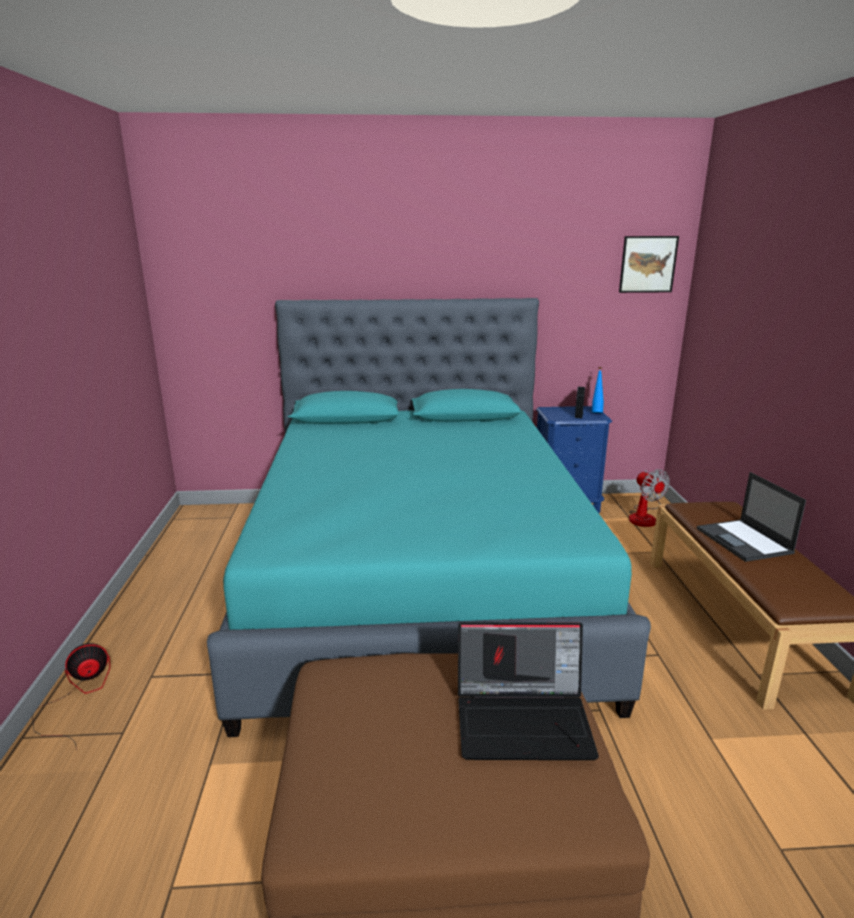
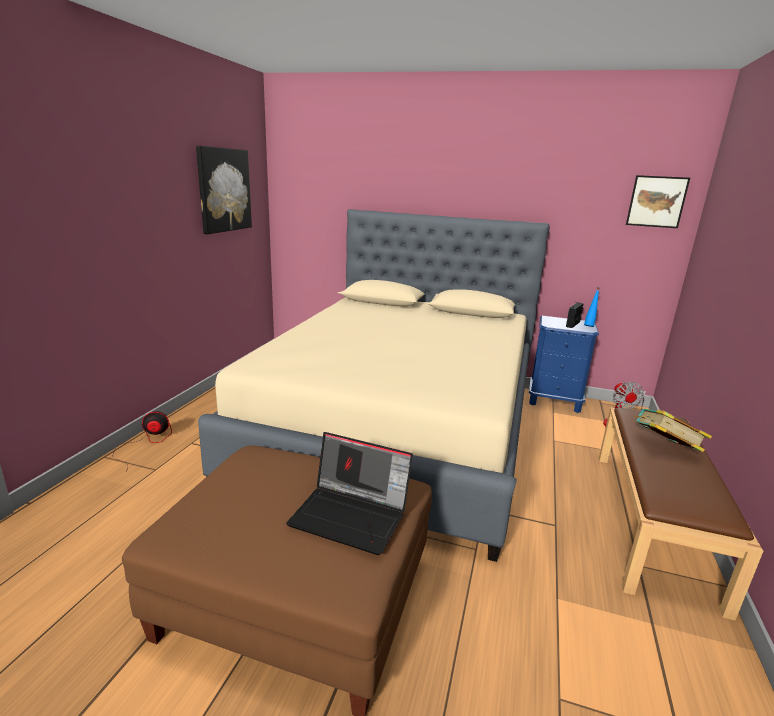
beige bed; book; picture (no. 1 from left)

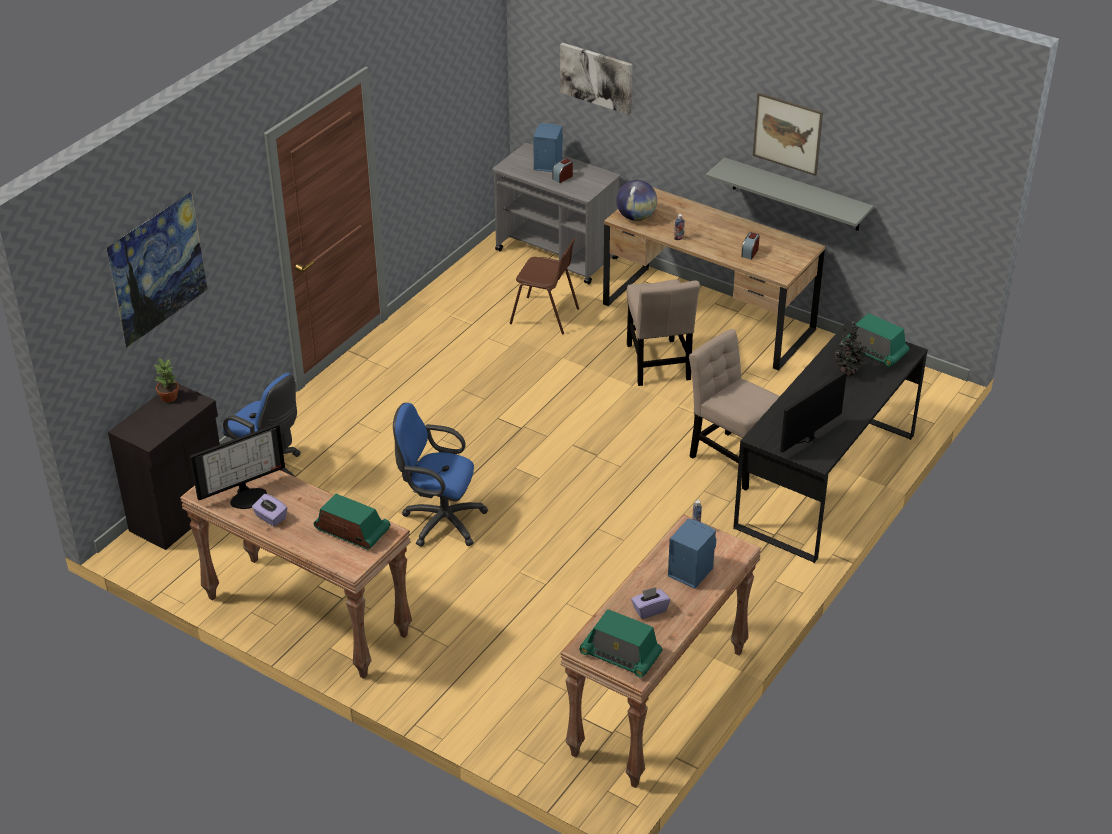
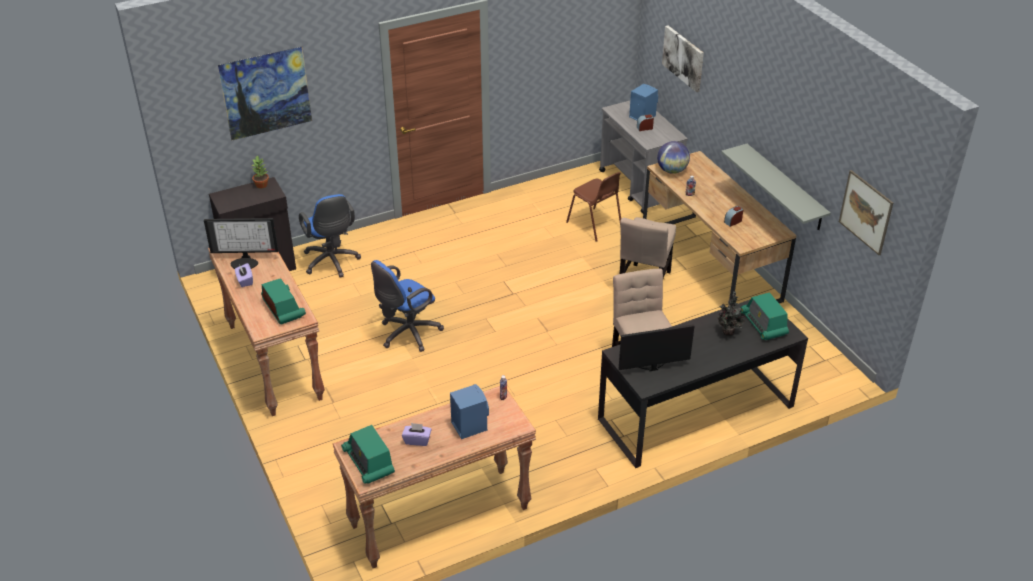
picture (no. 3 from left); blue office chair (no. 2 from left)

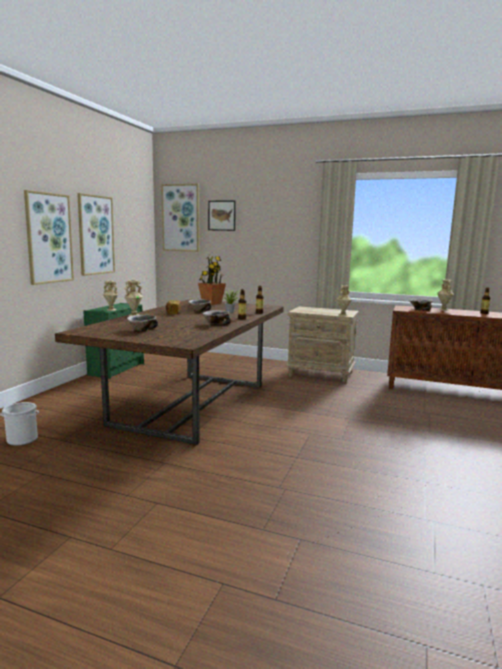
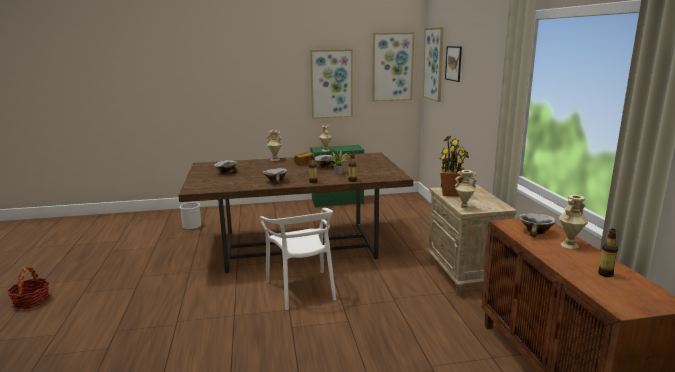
picture (no. 2 from left); potted plant (no. 2 from left); white chair; basket

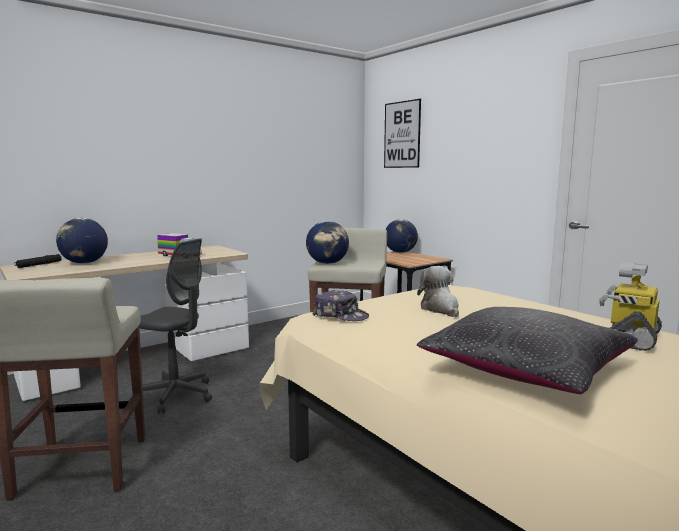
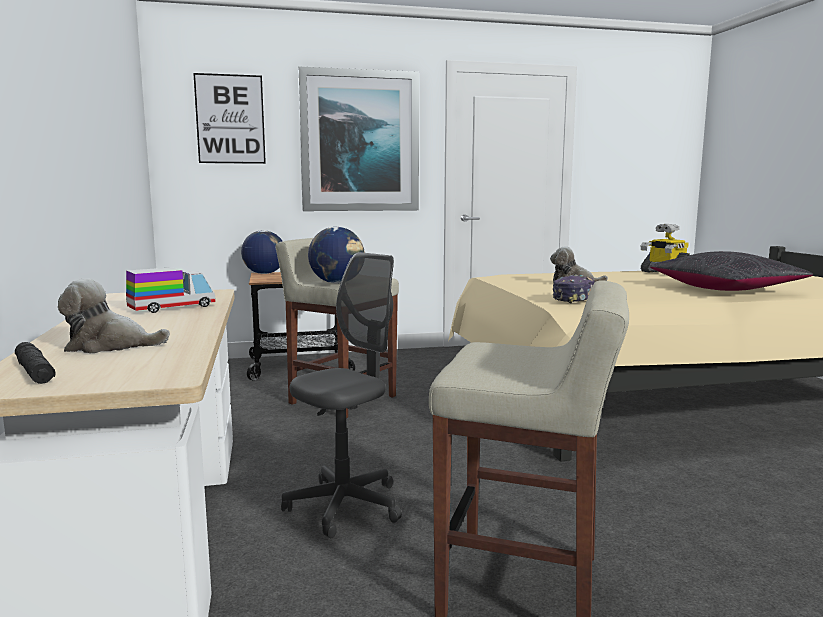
plush toy (no. 1 from left); picture (no. 2 from left)

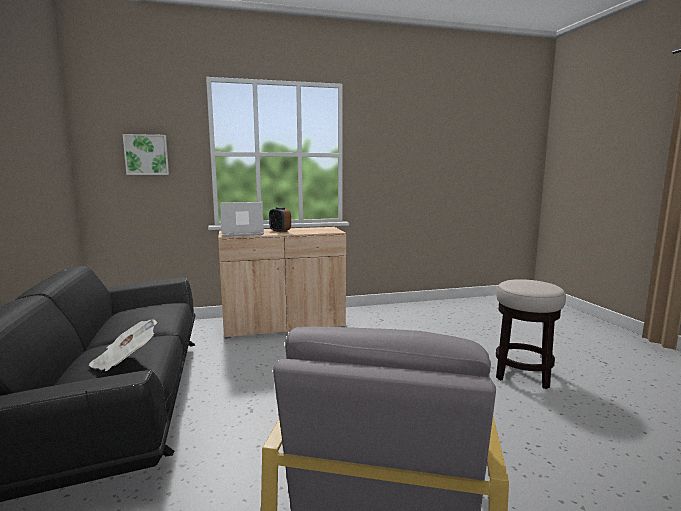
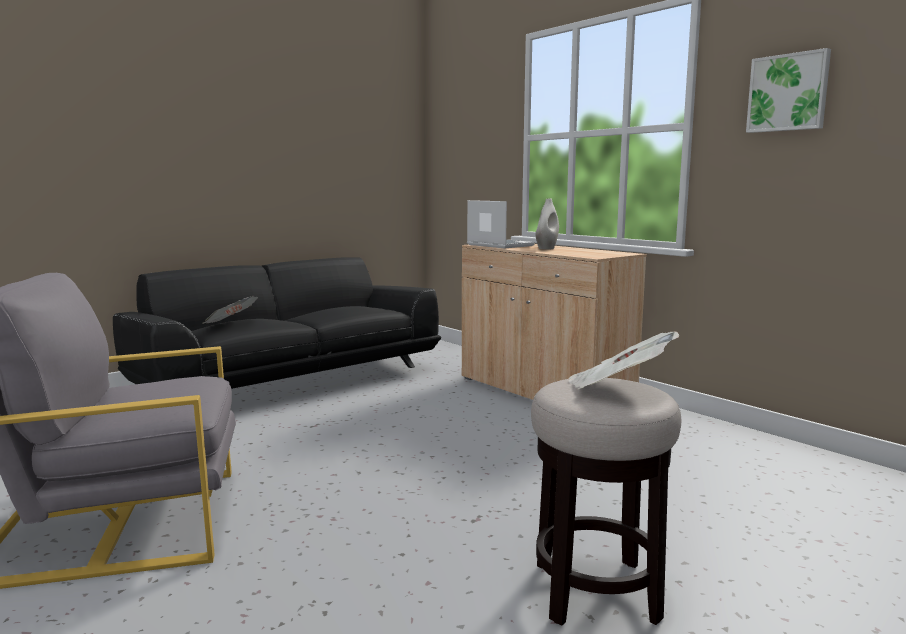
picture; white vase; newspaper (no. 2 from left)

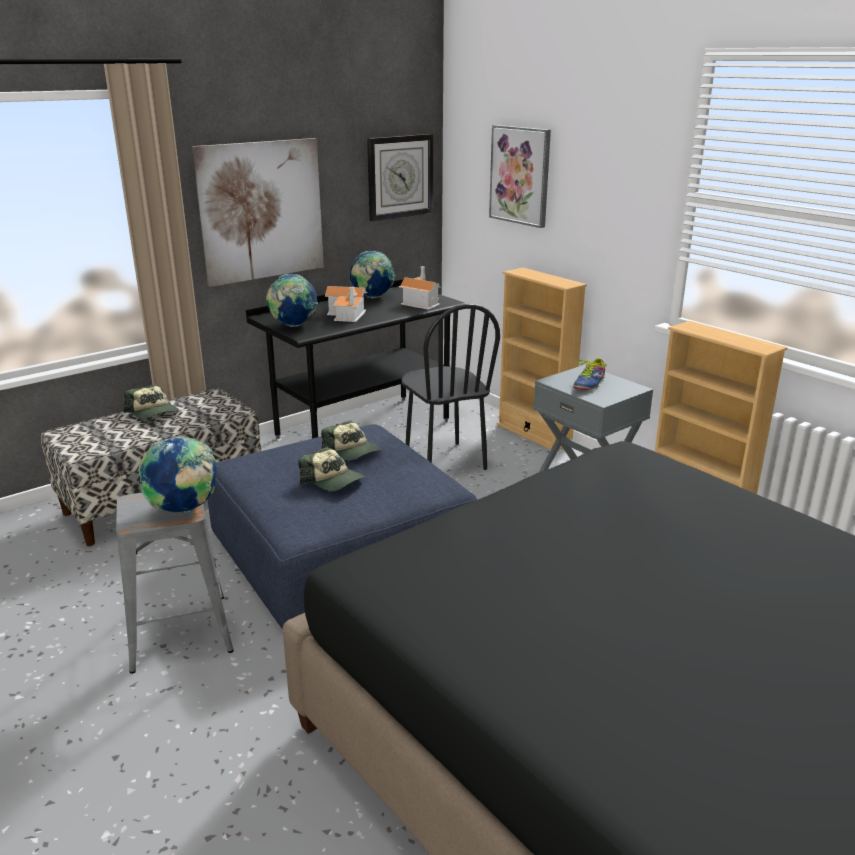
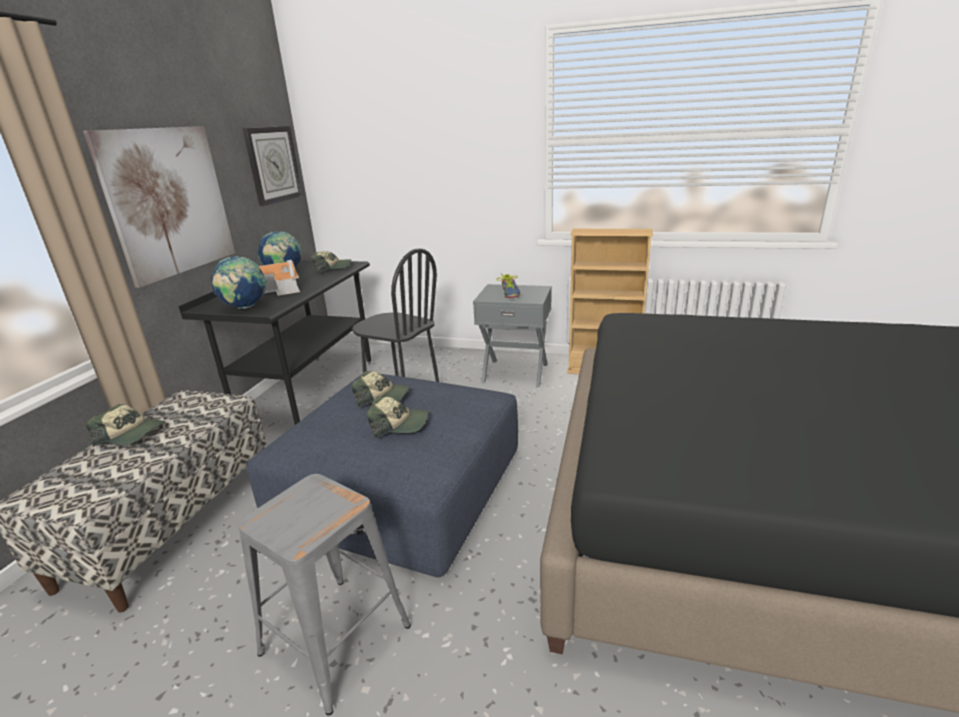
picture (no. 2 from left in the first image); cap (no. 2 from left); beige bookcase (no. 1 from left in the first image); globe (no. 1 from left in the first image)

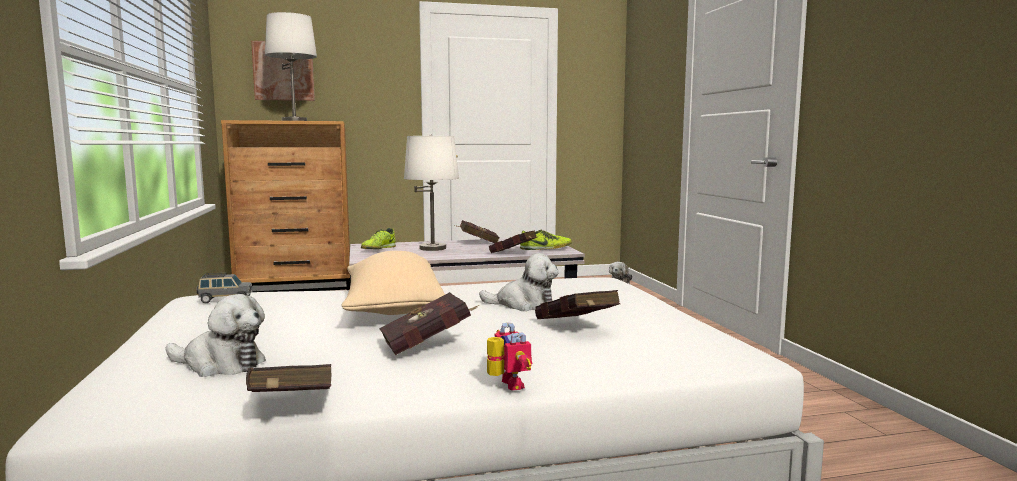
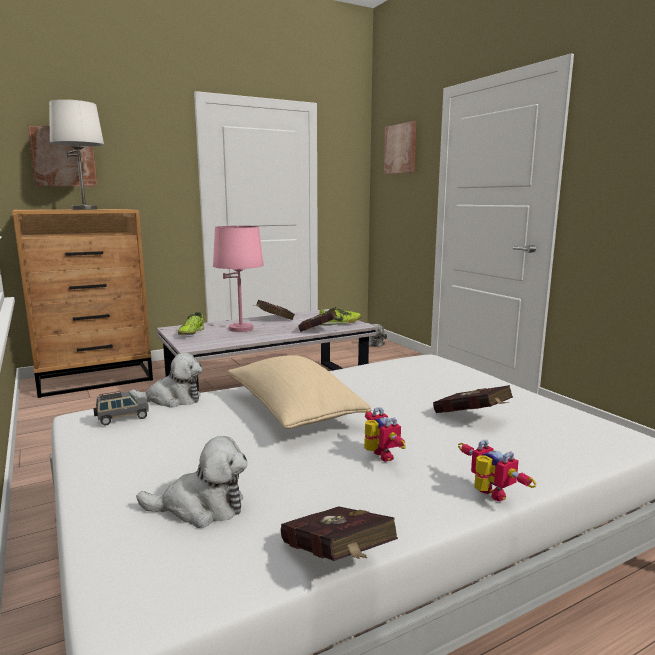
pink table lamp; plush toy (no. 1 from left); toy robot (no. 1 from left); picture (no. 2 from left)

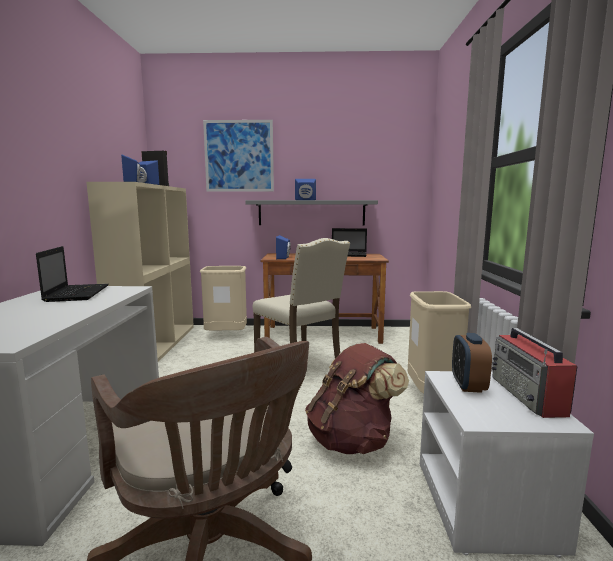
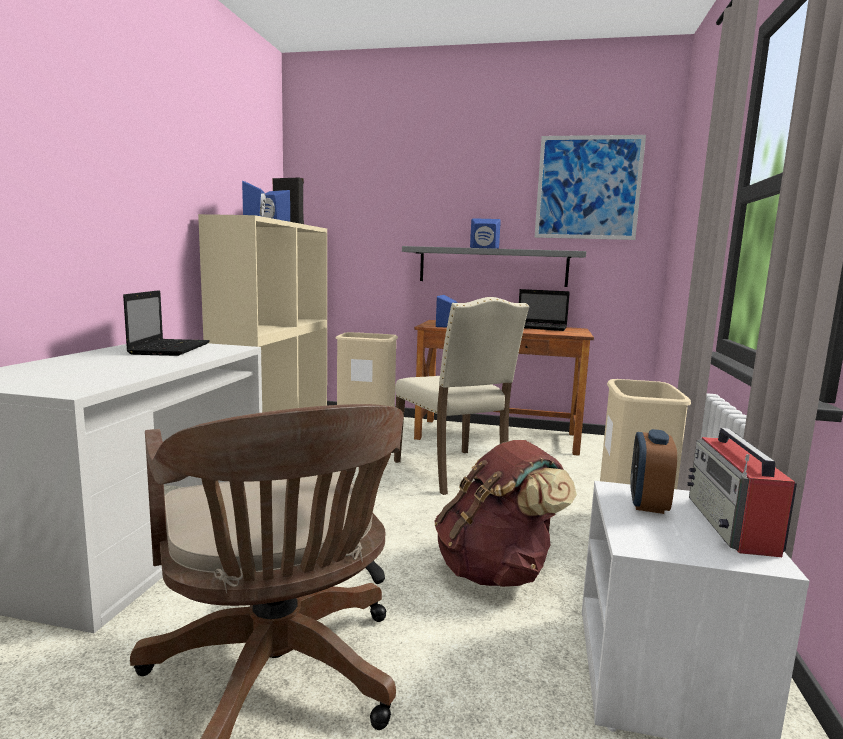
picture

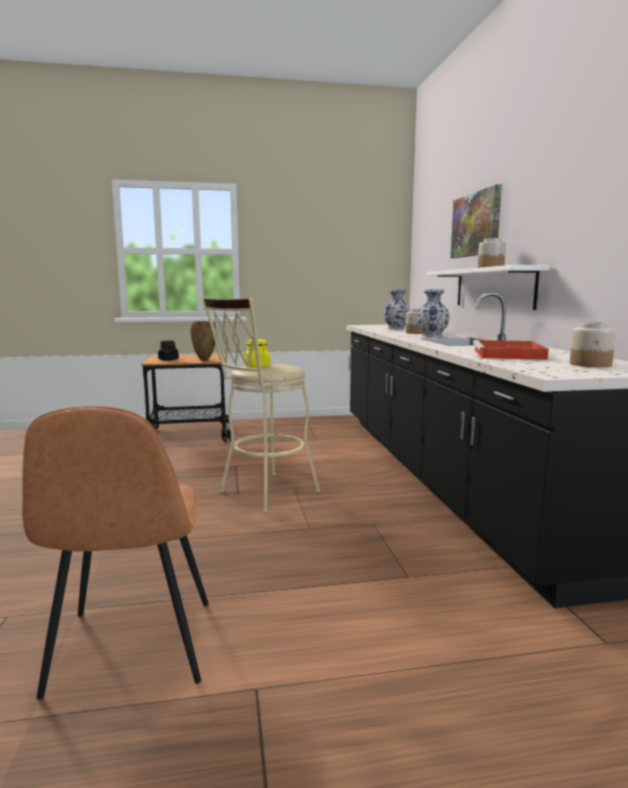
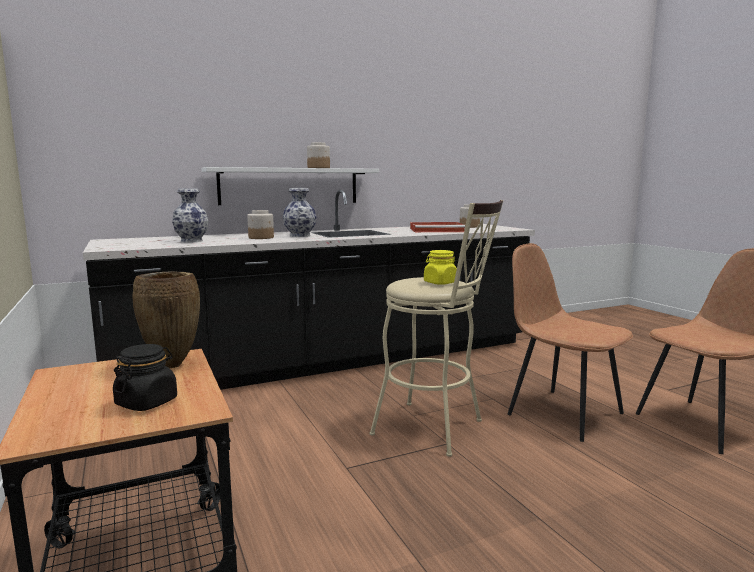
picture; brown chair (no. 1 from left)

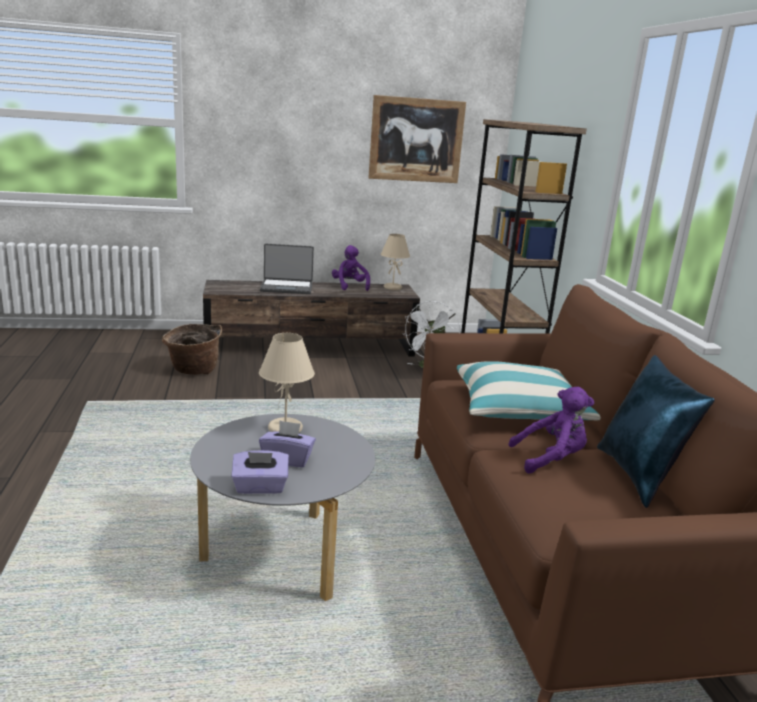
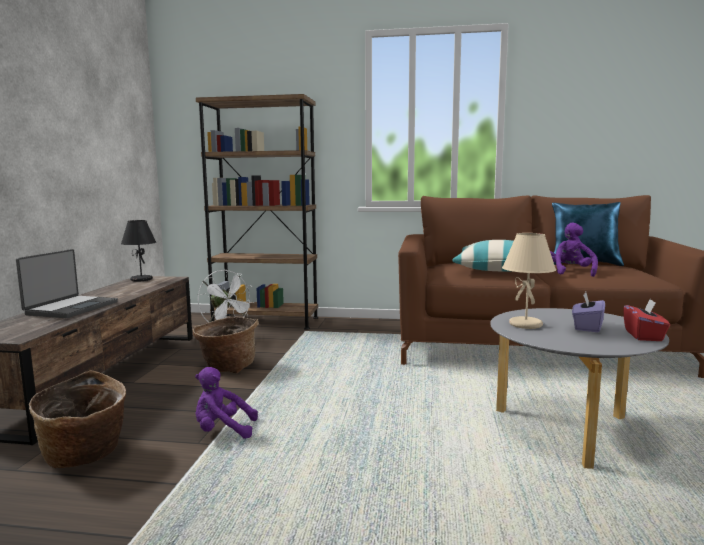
picture; black table lamp; purple plush toy (no. 1 from left); red tissue box; basket (no. 2 from left)

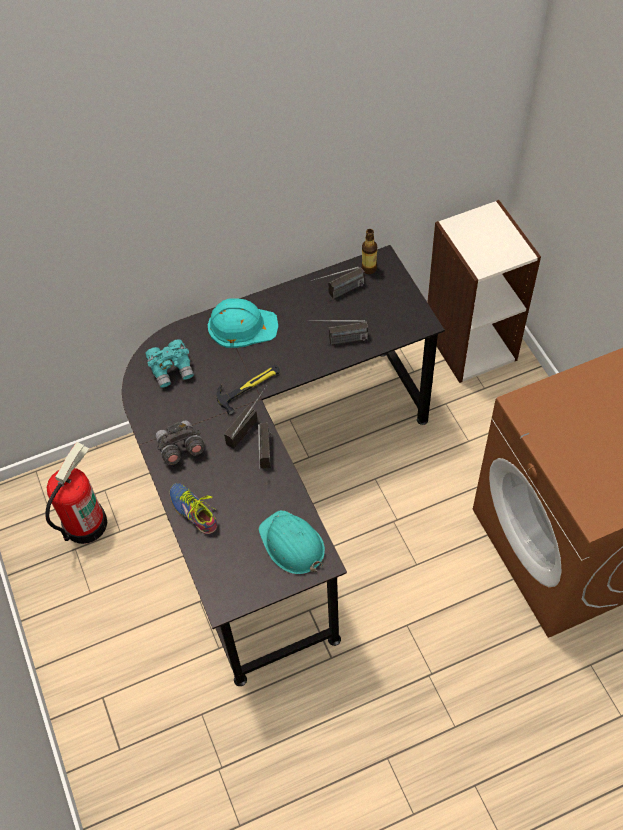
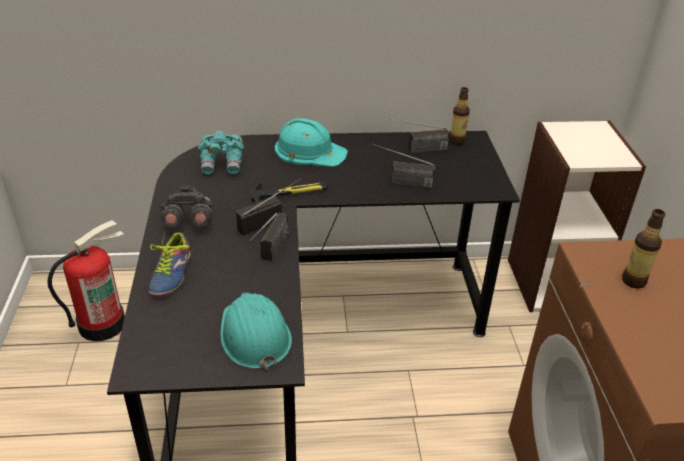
shoe; bottle (no. 2 from left)

